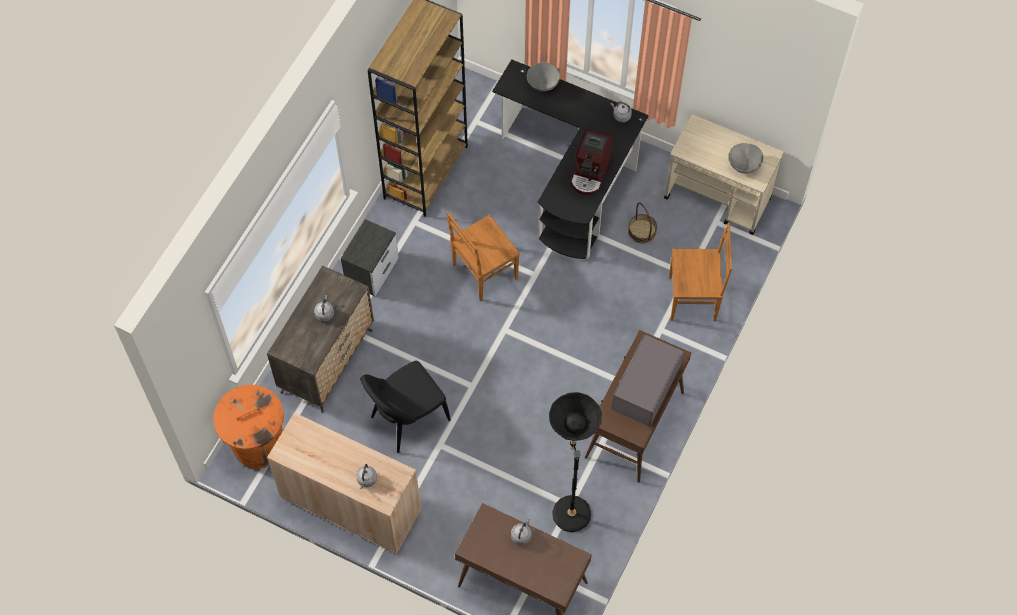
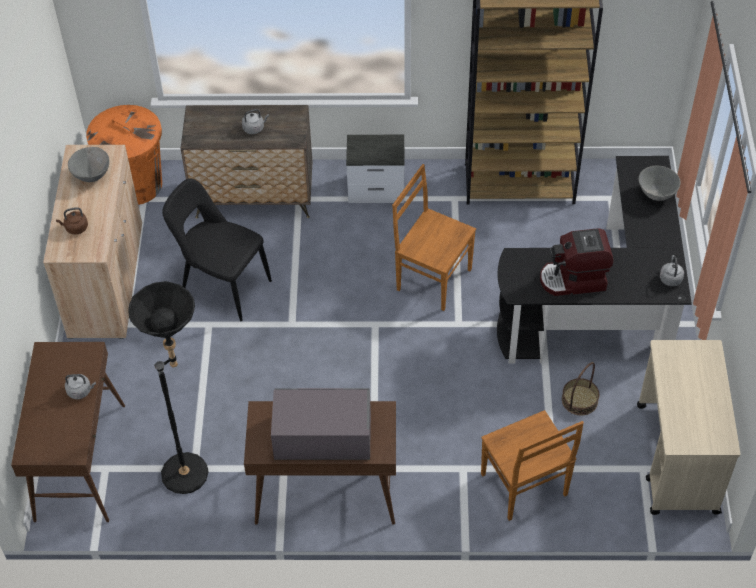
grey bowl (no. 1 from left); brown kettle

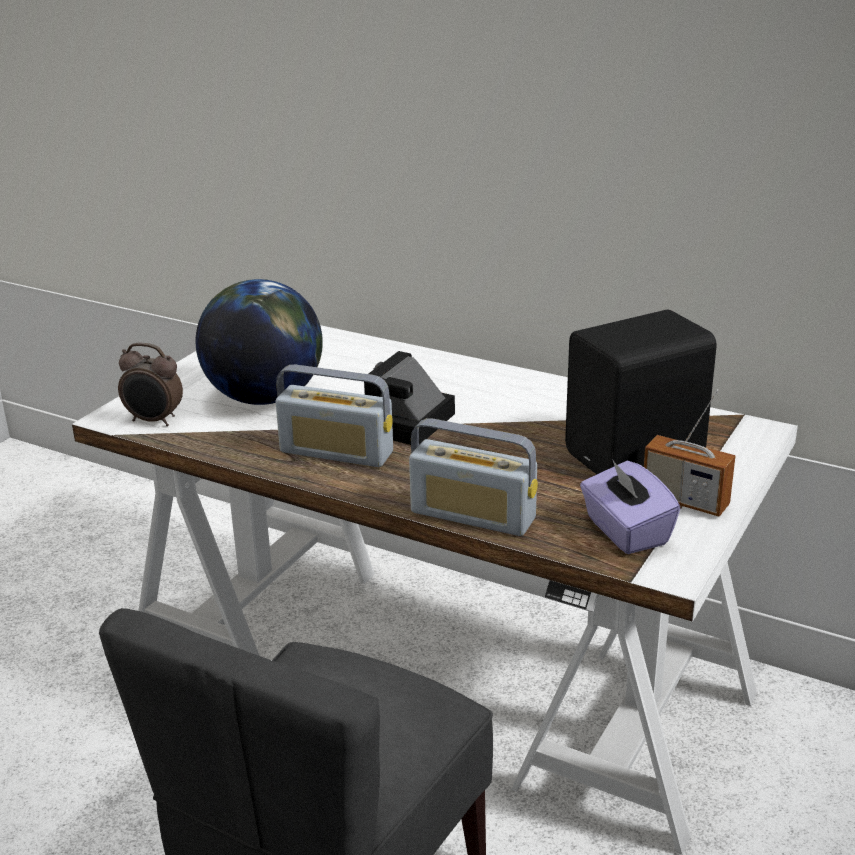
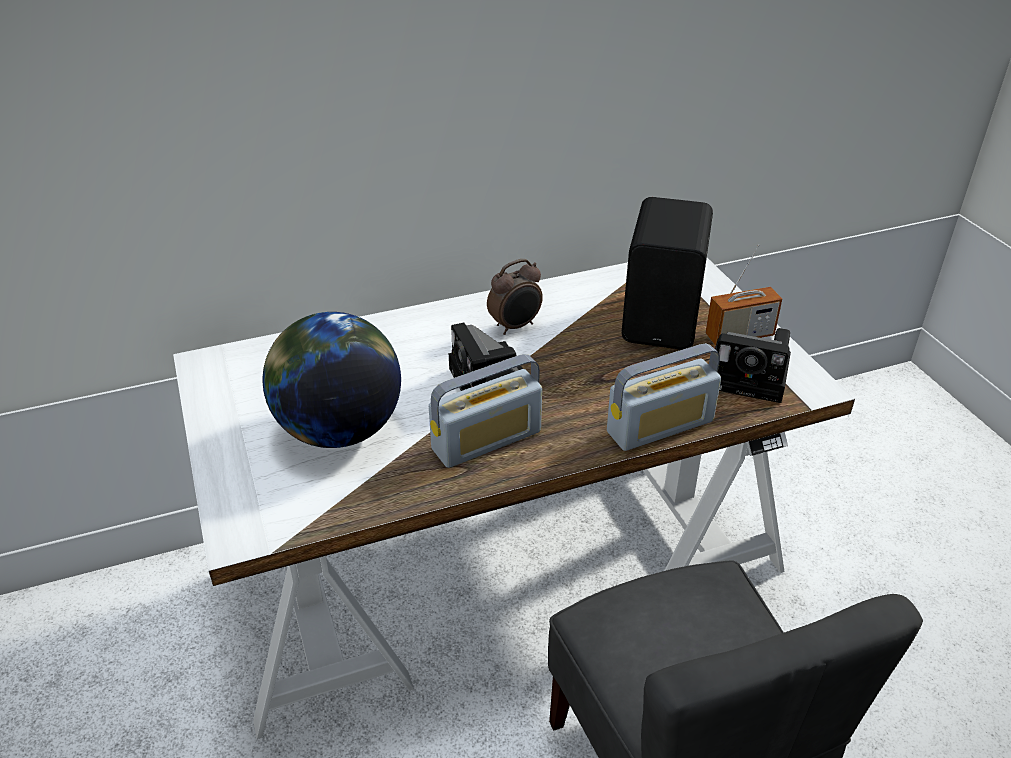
alarm clock; photo camera (no. 2 from left)

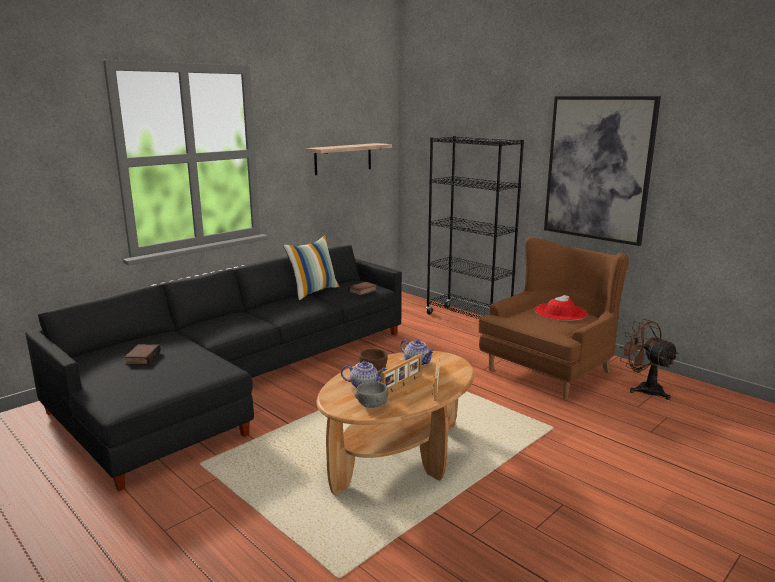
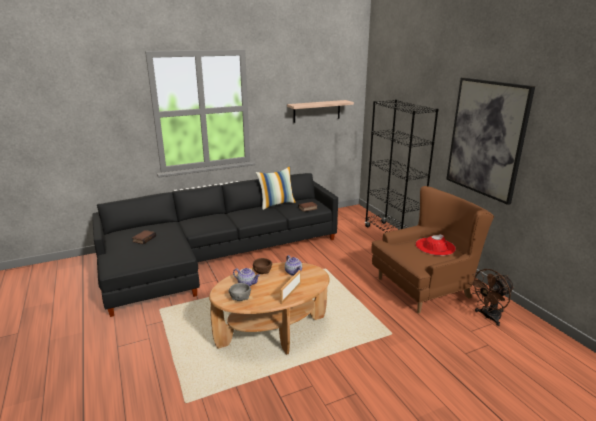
brown fan; picture frame (no. 1 from left in the first image)

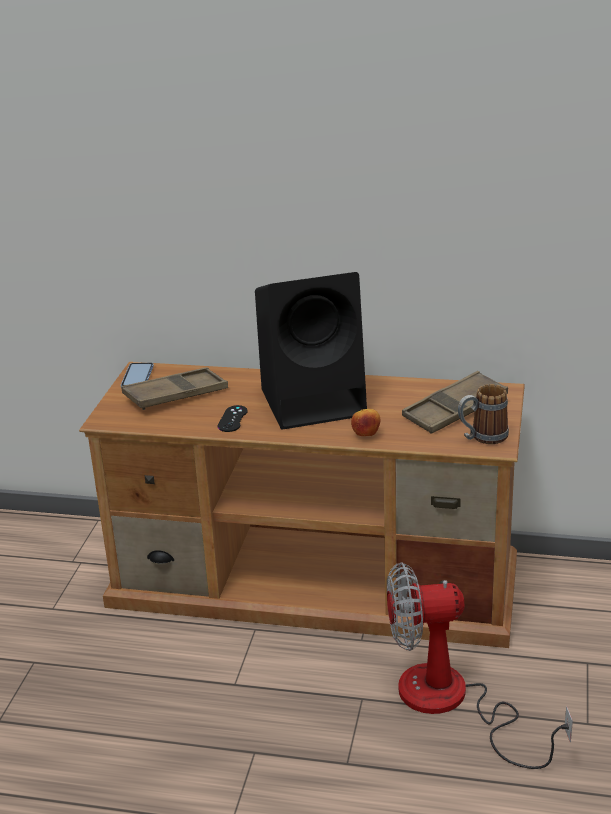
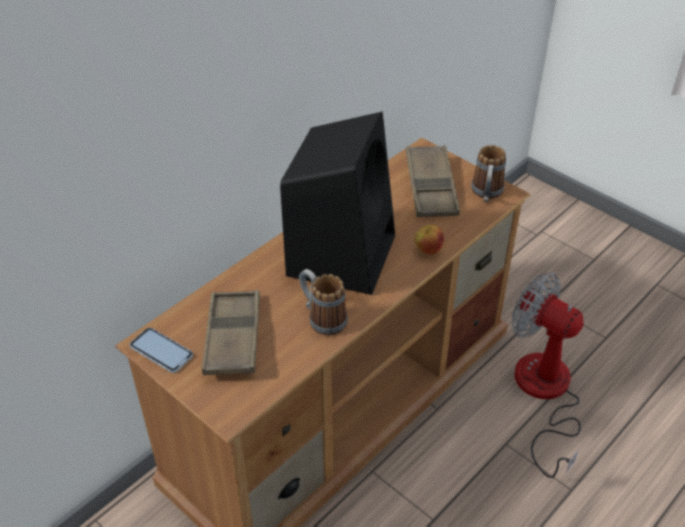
mug (no. 1 from left); fan

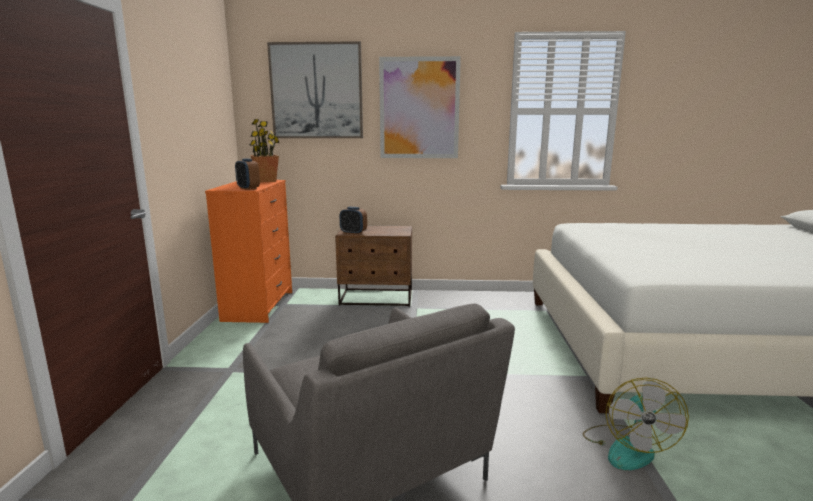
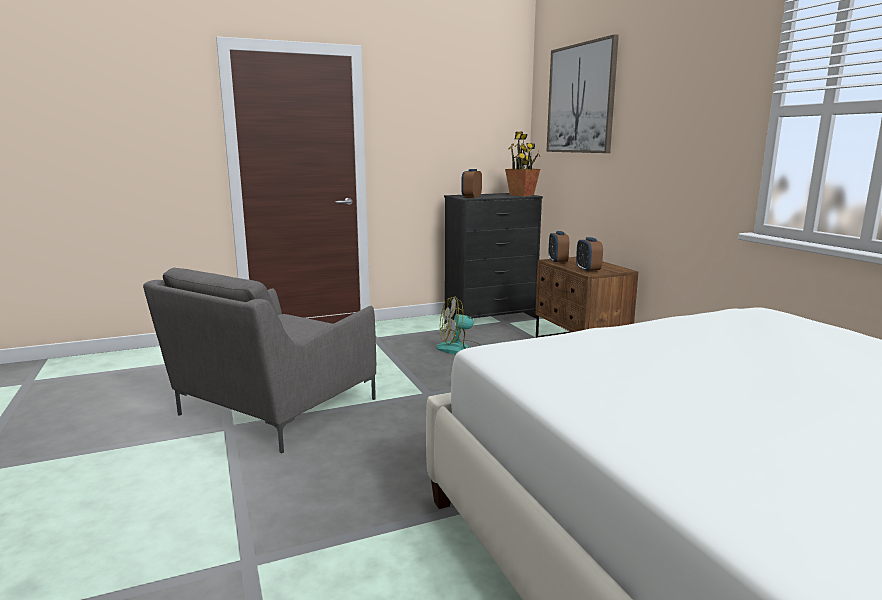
picture (no. 2 from left in the first image); black dresser; fan; alarm clock (no. 3 from left)

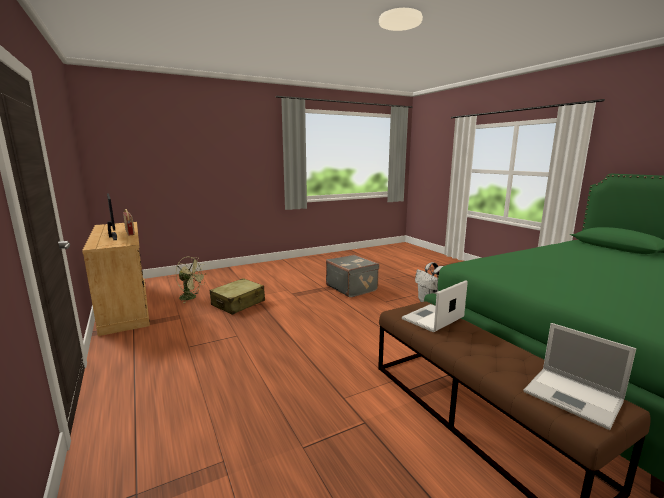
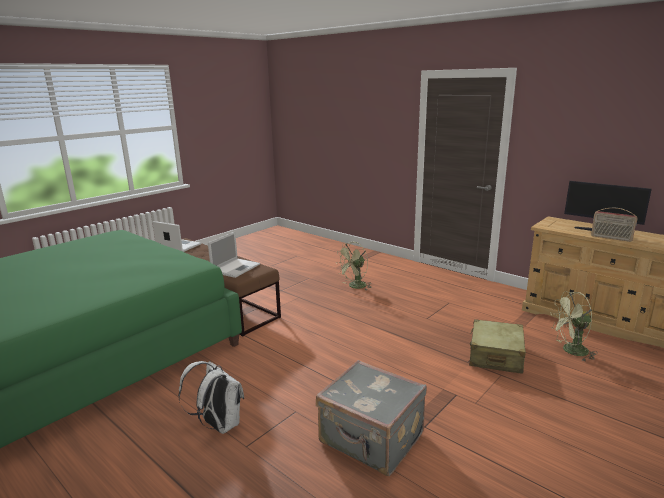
green fan (no. 1 from left)

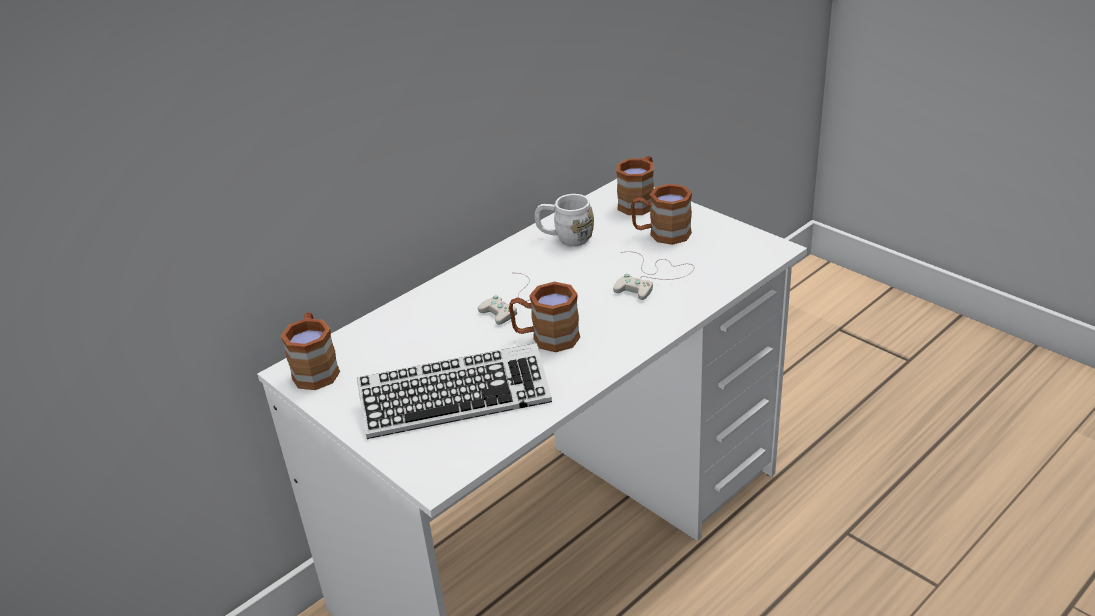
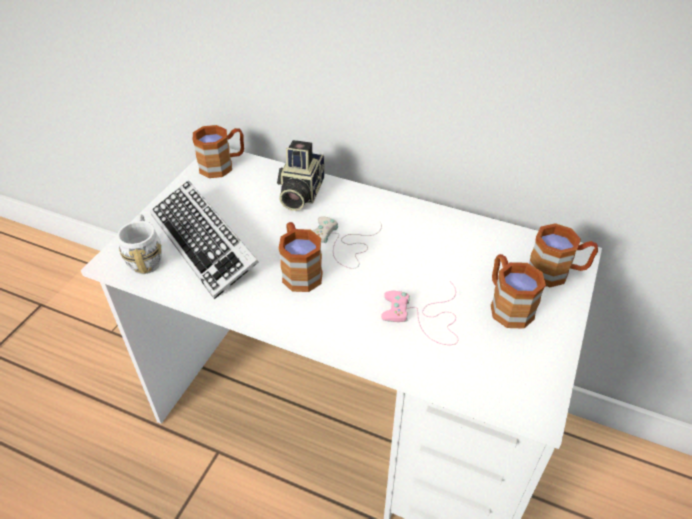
white mug; pink game controller; photo camera

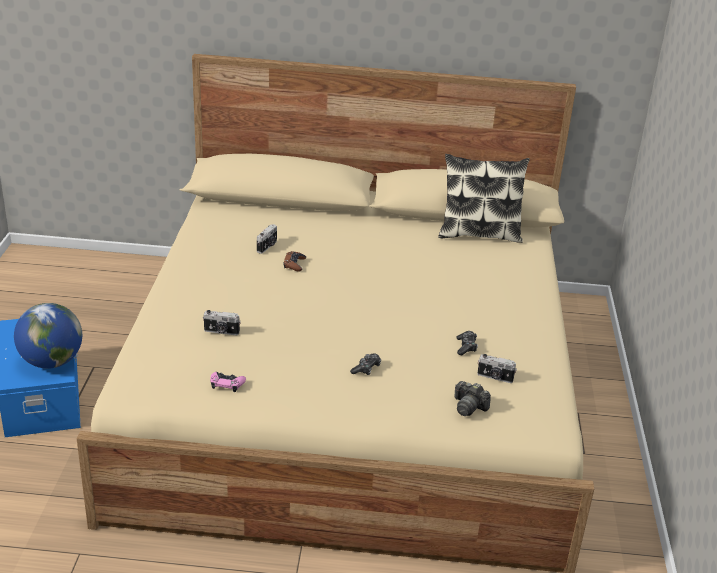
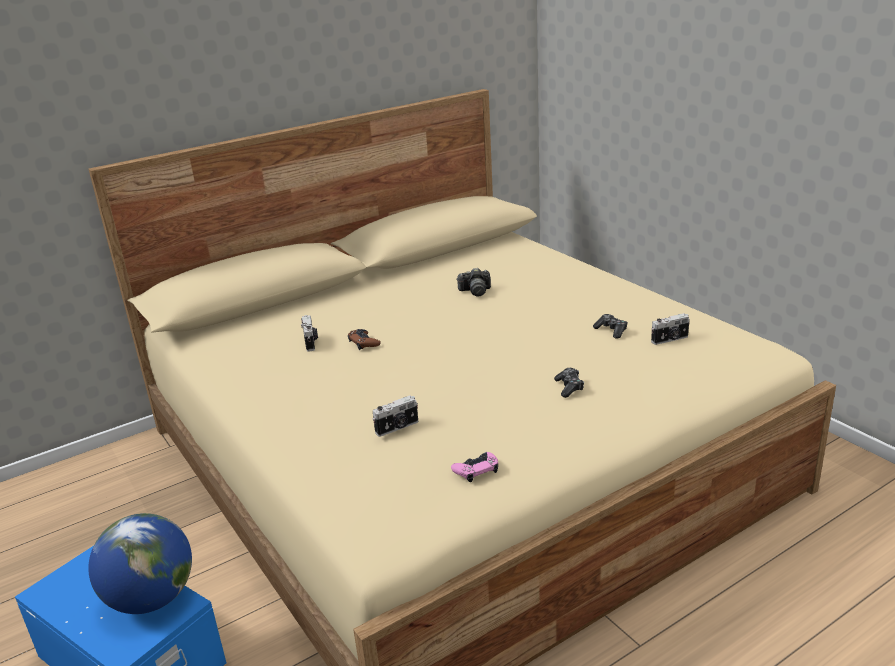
pillow; photo camera (no. 3 from left)

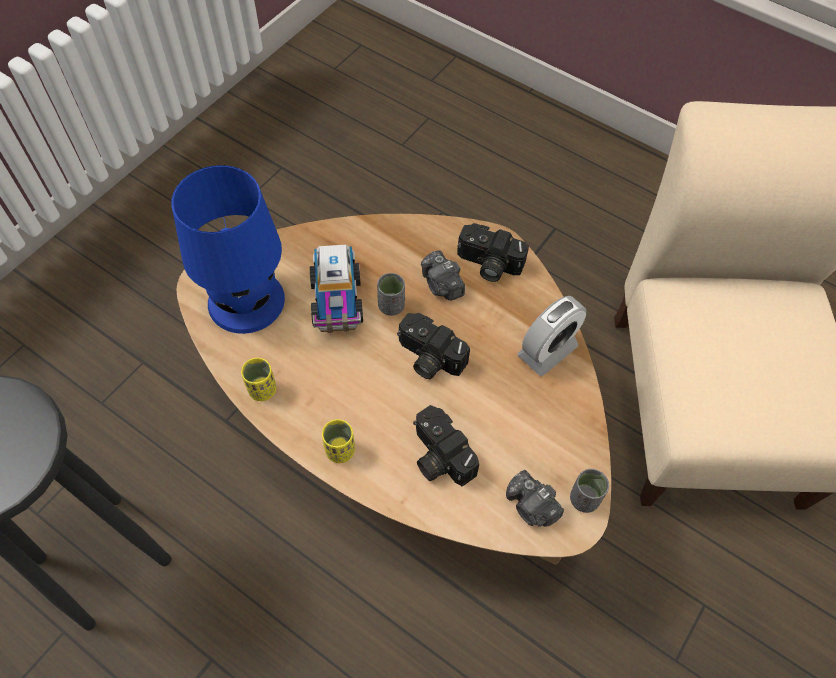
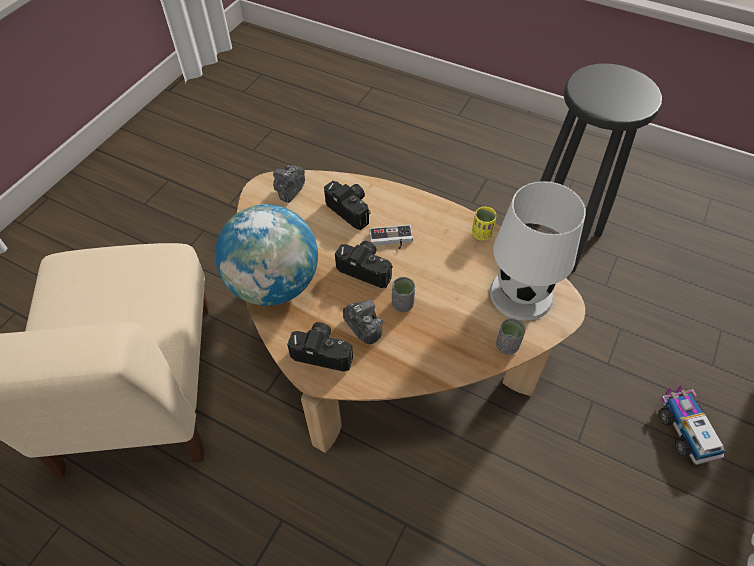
white table lamp; toy truck; globe; yellow cup (no. 2 from left in the first image); grey cup (no. 2 from left); photo camera (no. 1 from left); game controller

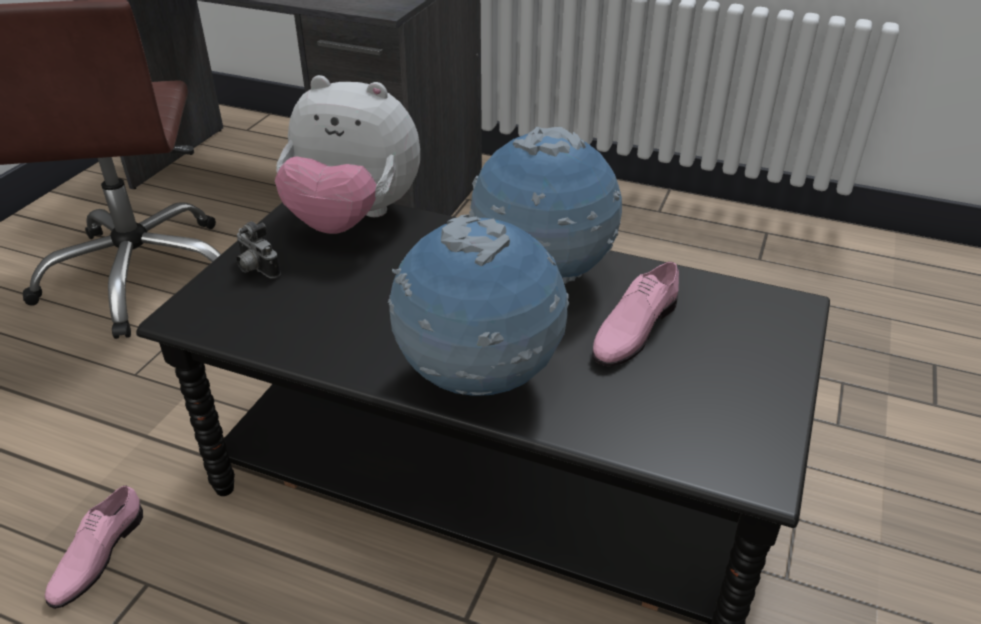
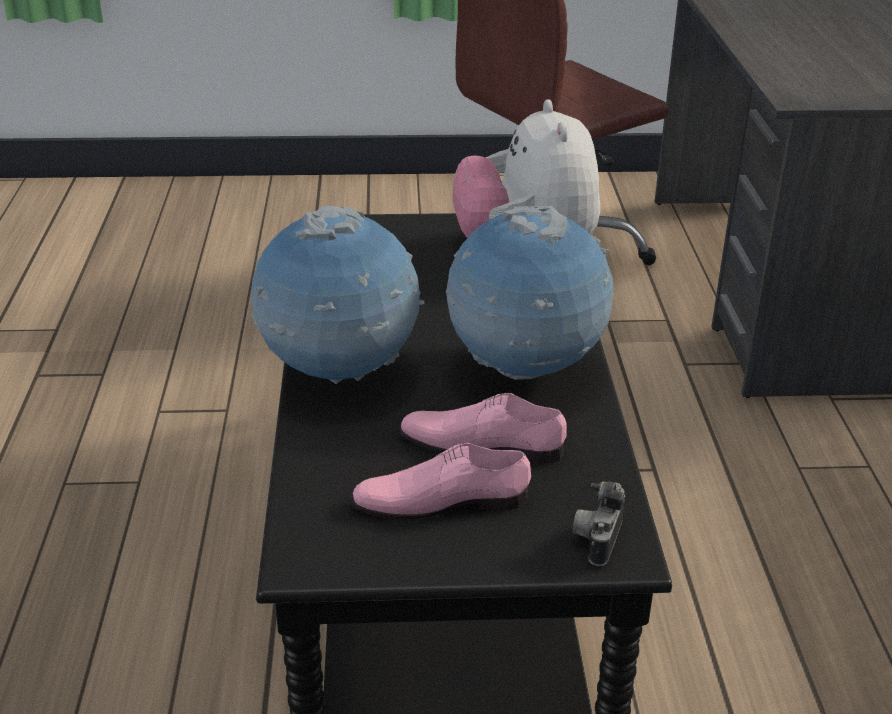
photo camera; pink shoe (no. 1 from left)

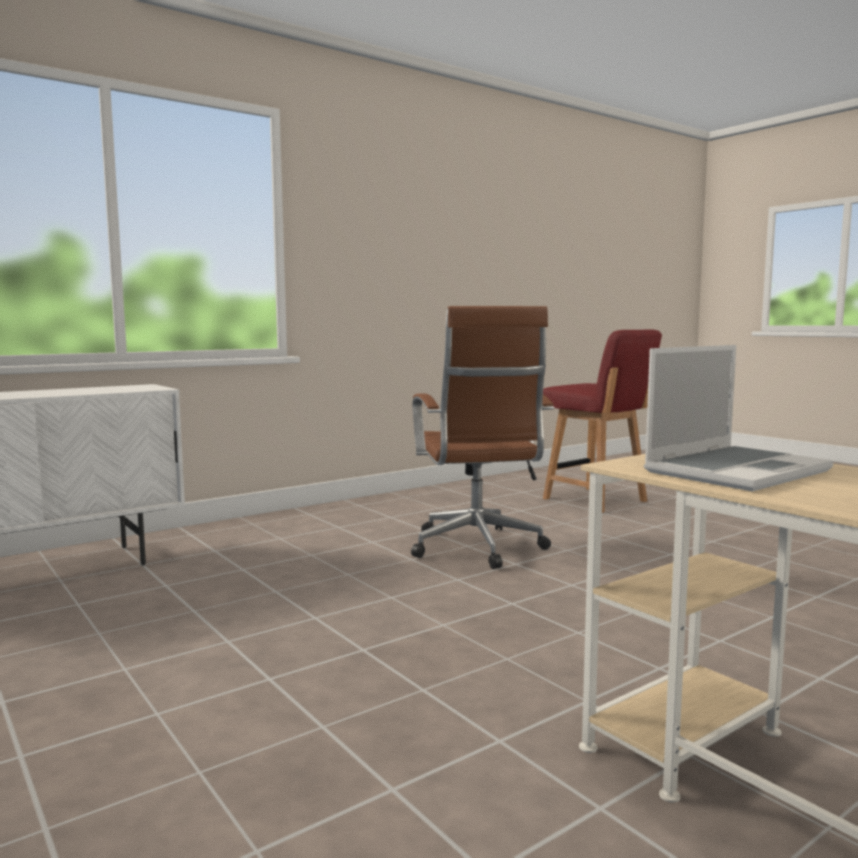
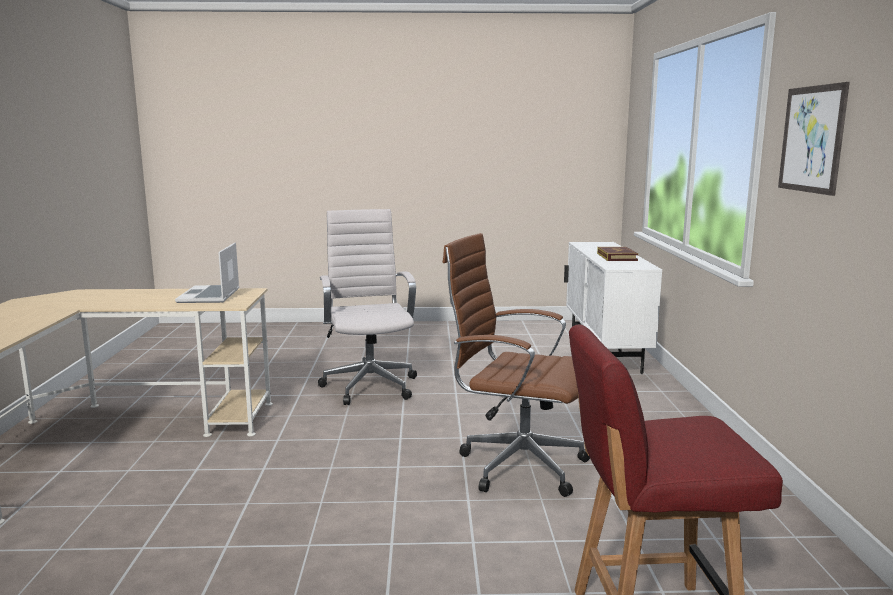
picture; white office chair; book

